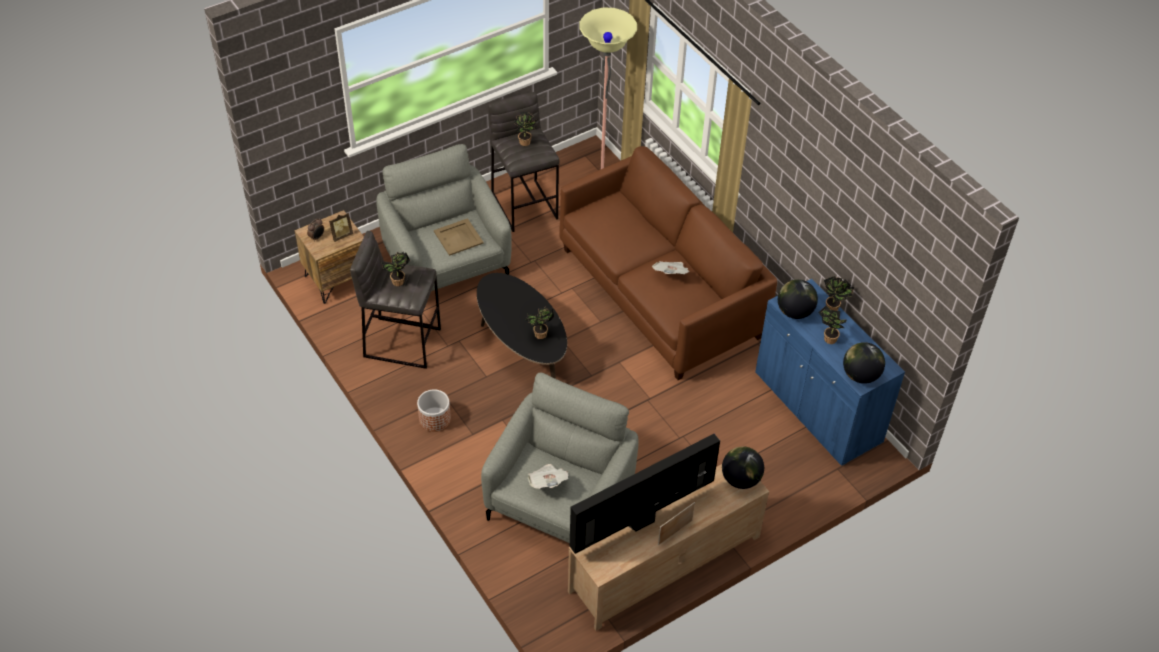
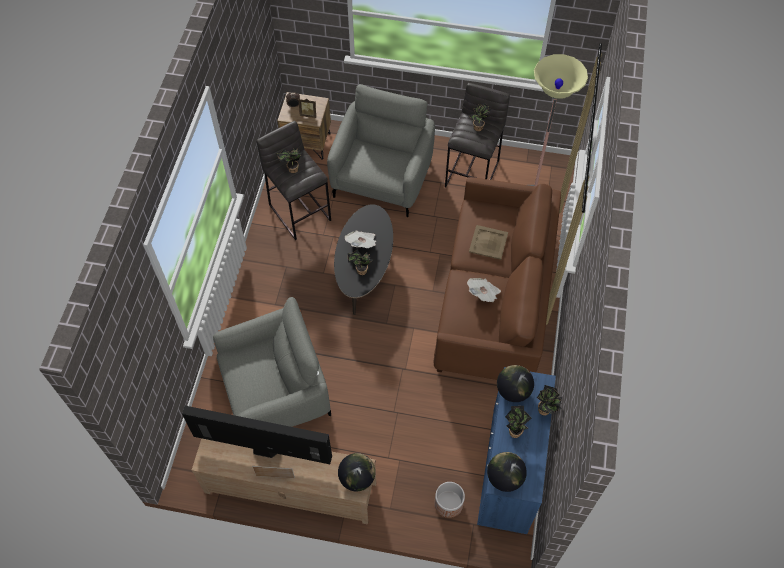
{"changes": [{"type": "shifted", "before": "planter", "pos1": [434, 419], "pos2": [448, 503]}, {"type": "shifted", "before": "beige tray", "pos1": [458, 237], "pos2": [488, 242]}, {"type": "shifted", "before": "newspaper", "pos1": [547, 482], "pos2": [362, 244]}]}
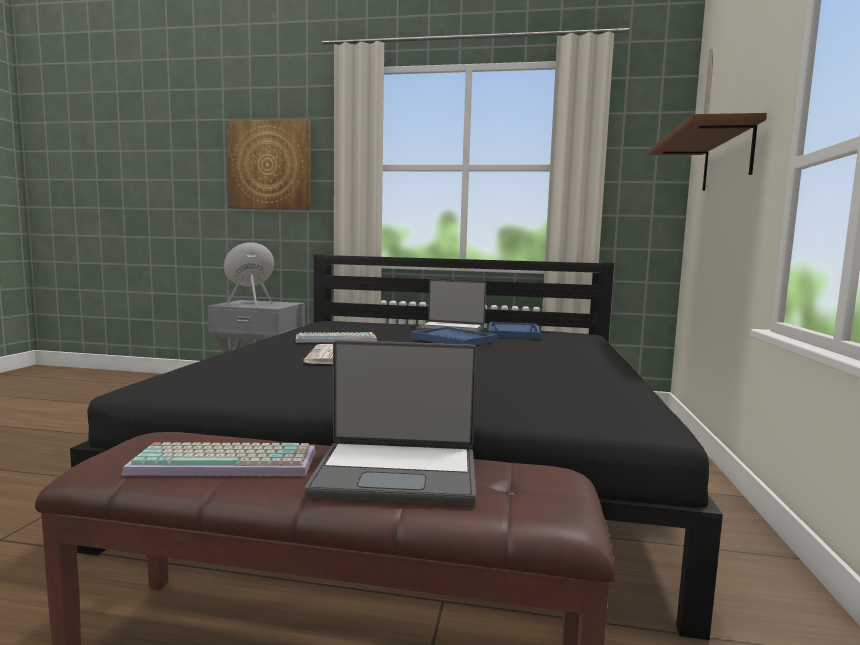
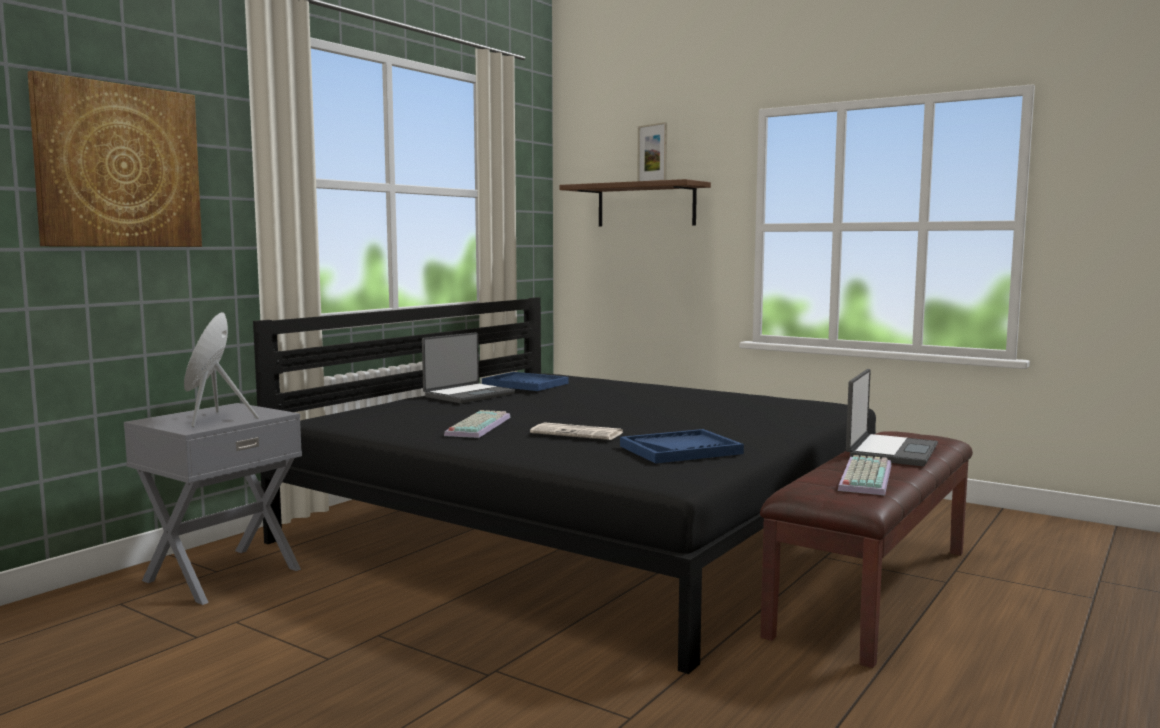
{"changes": [{"type": "shifted", "before": "blue tray", "pos1": [454, 339], "pos2": [680, 450]}]}
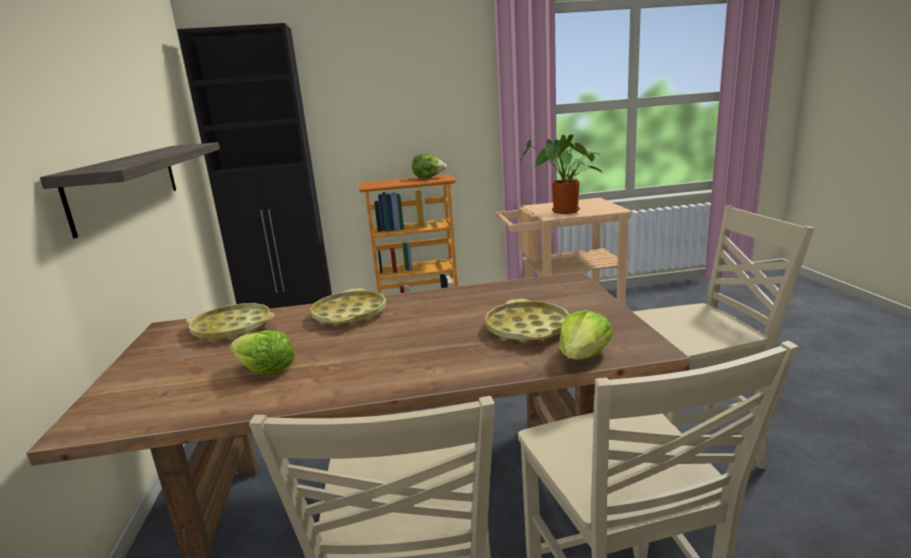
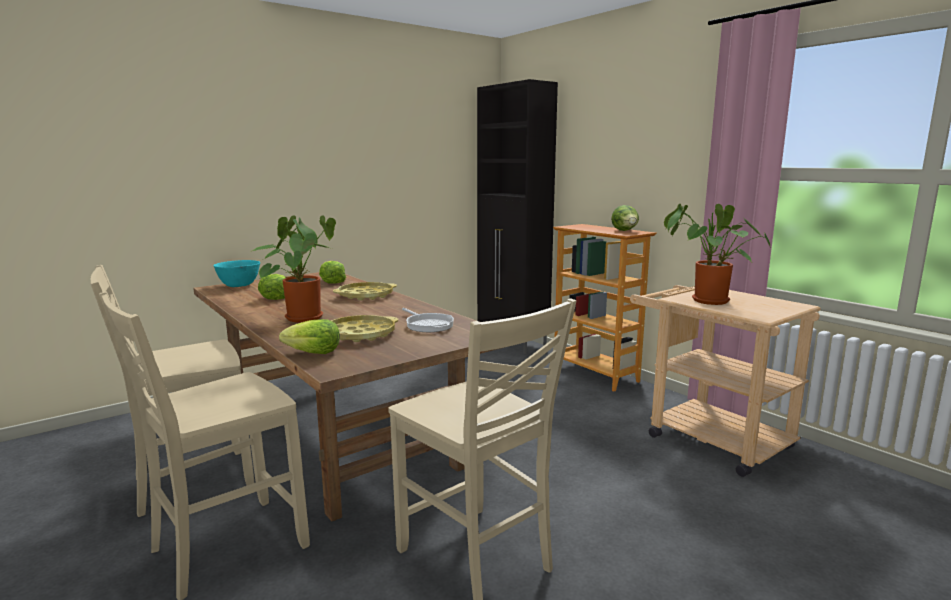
{"changes": [{"type": "gone", "before": "shelf", "pos1": [127, 184]}, {"type": "swapped", "before": "yellow tray", "after": "lettuce", "pos1": [232, 328], "pos2": [332, 282]}, {"type": "new", "after": "turquoise bowl", "pos2": [239, 286]}, {"type": "new", "after": "potted plant", "pos2": [303, 317]}, {"type": "new", "after": "frying pan", "pos2": [428, 325]}]}
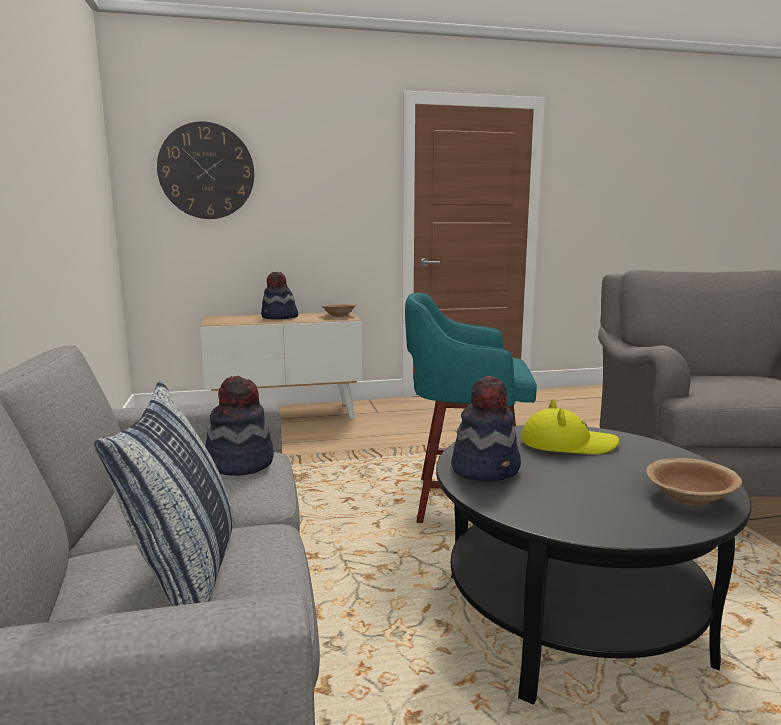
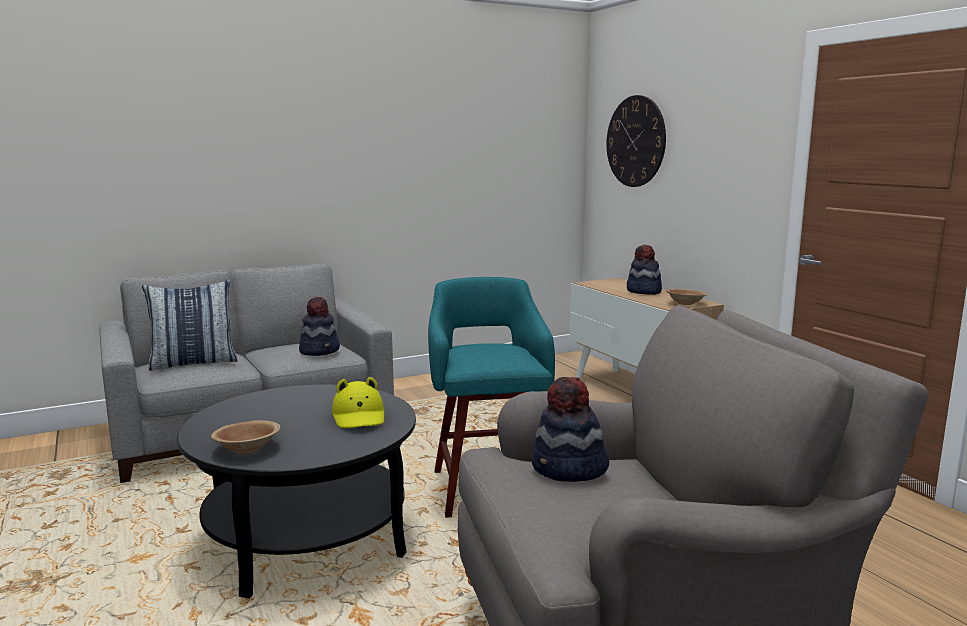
{"changes": [{"type": "shifted", "before": "hat", "pos1": [486, 468], "pos2": [569, 469]}]}
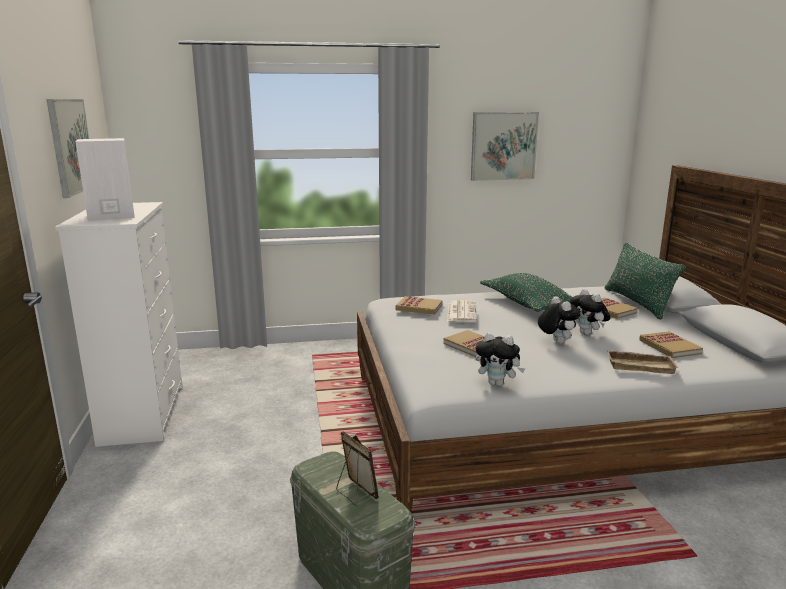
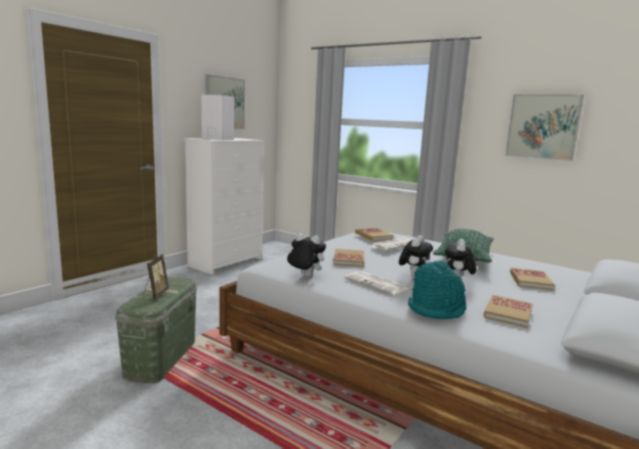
{"changes": [{"type": "rotated", "before": "plush toy", "pos1": [497, 384], "pos2": [304, 276], "turn": 135}, {"type": "gone", "before": "green pillow", "pos1": [637, 303]}, {"type": "swapped", "before": "beige tray", "after": "turquoise hat", "pos1": [640, 365], "pos2": [437, 309]}, {"type": "new", "after": "newspaper", "pos2": [377, 284]}]}
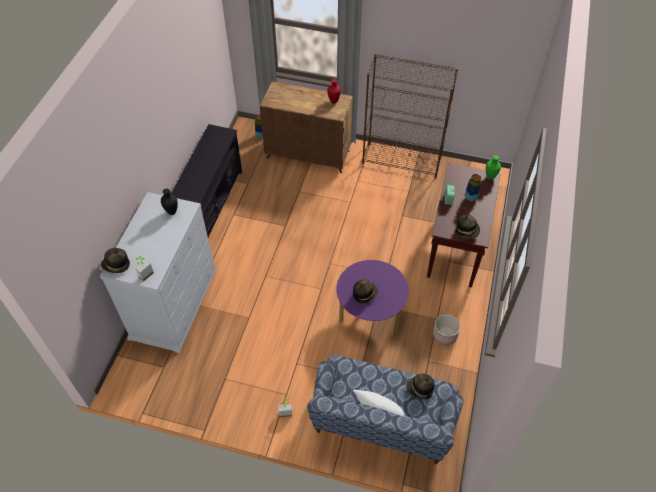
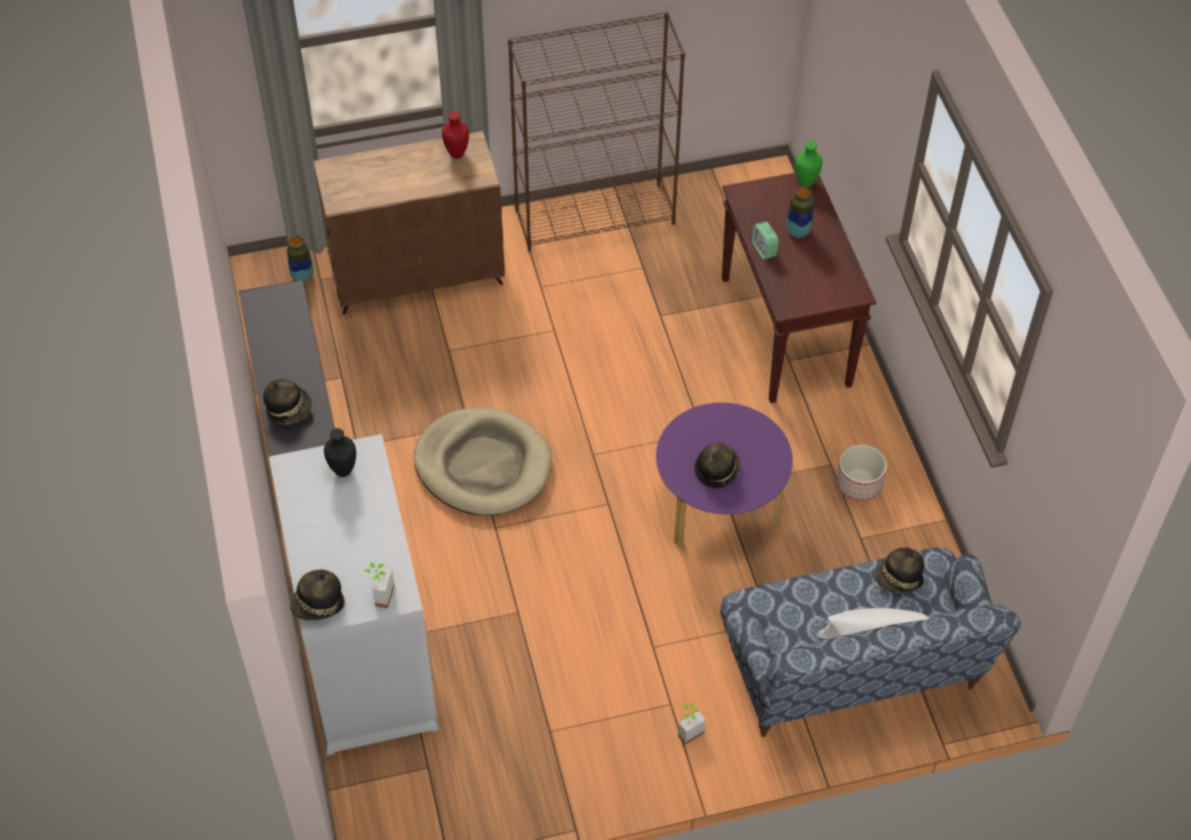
{"changes": [{"type": "shifted", "before": "hat", "pos1": [467, 231], "pos2": [289, 409]}, {"type": "new", "after": "beige dog bed", "pos2": [483, 465]}]}
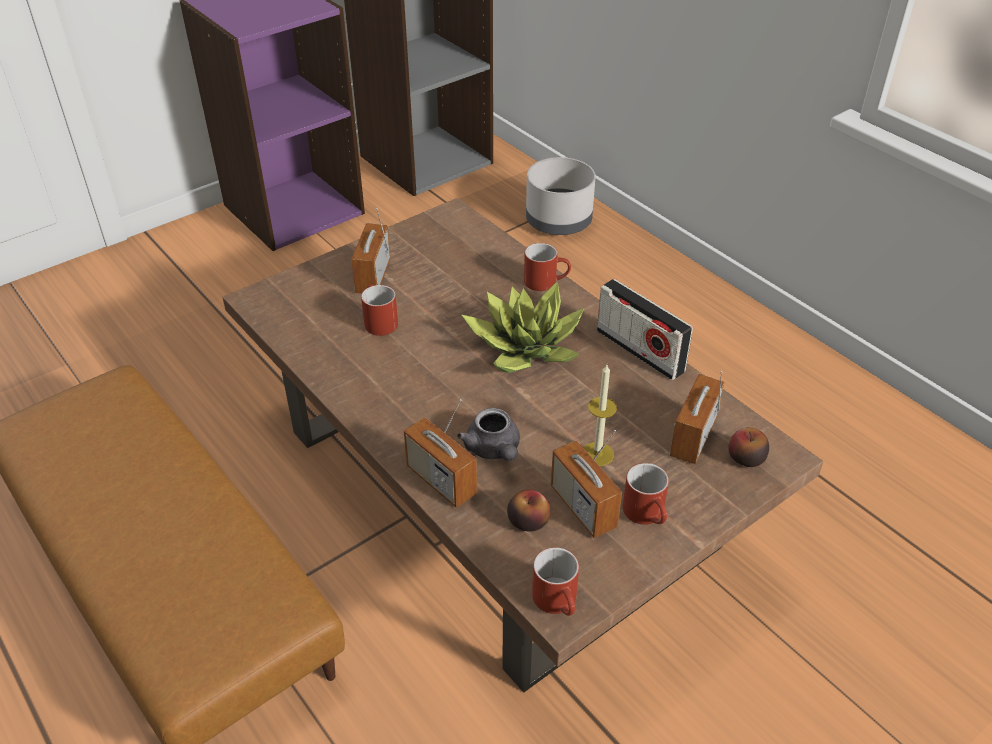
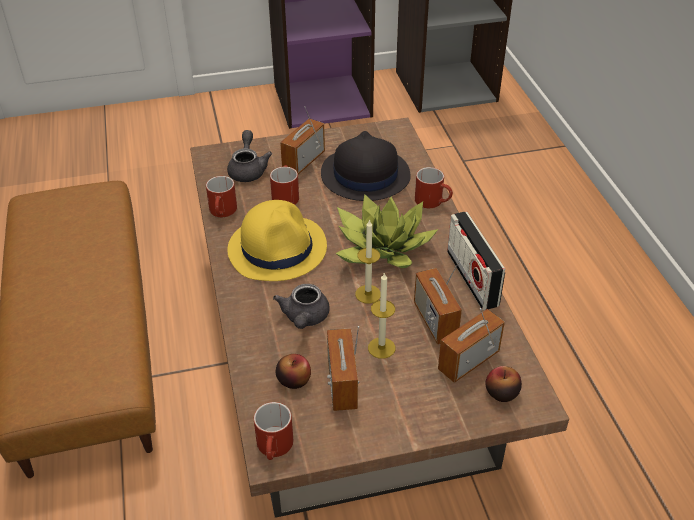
{"changes": [{"type": "shifted", "before": "radio", "pos1": [441, 481], "pos2": [435, 321]}, {"type": "gone", "before": "grey planter", "pos1": [558, 221]}, {"type": "shifted", "before": "red mug", "pos1": [648, 514], "pos2": [223, 212]}, {"type": "new", "after": "grey teapot", "pos2": [248, 169]}, {"type": "new", "after": "yellow hat", "pos2": [278, 248]}, {"type": "new", "after": "black hat", "pos2": [364, 175]}, {"type": "new", "after": "candle", "pos2": [368, 294]}]}
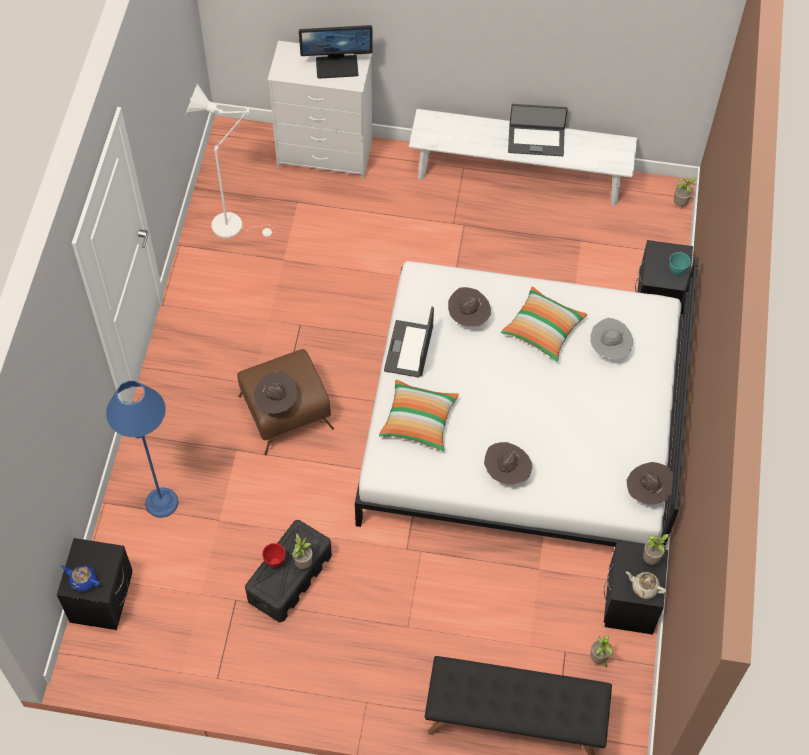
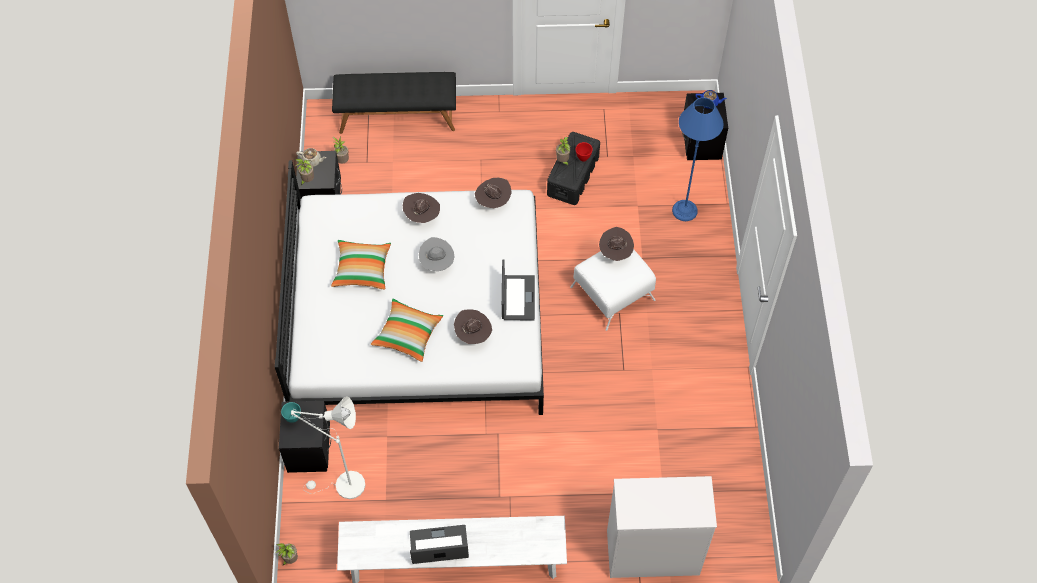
{"changes": [{"type": "shifted", "before": "white floor lamp", "pos1": [233, 225], "pos2": [344, 486]}, {"type": "repainted", "before": "brown ottoman", "after": "white ottoman", "pos1": [285, 412], "pos2": [613, 293]}, {"type": "gone", "before": "monitor", "pos1": [337, 66]}, {"type": "shifted", "before": "pillow", "pos1": [419, 421], "pos2": [362, 269]}, {"type": "shifted", "before": "grey hat", "pos1": [609, 349], "pos2": [437, 263]}, {"type": "shifted", "before": "brown hat", "pos1": [647, 491], "pos2": [493, 201]}]}
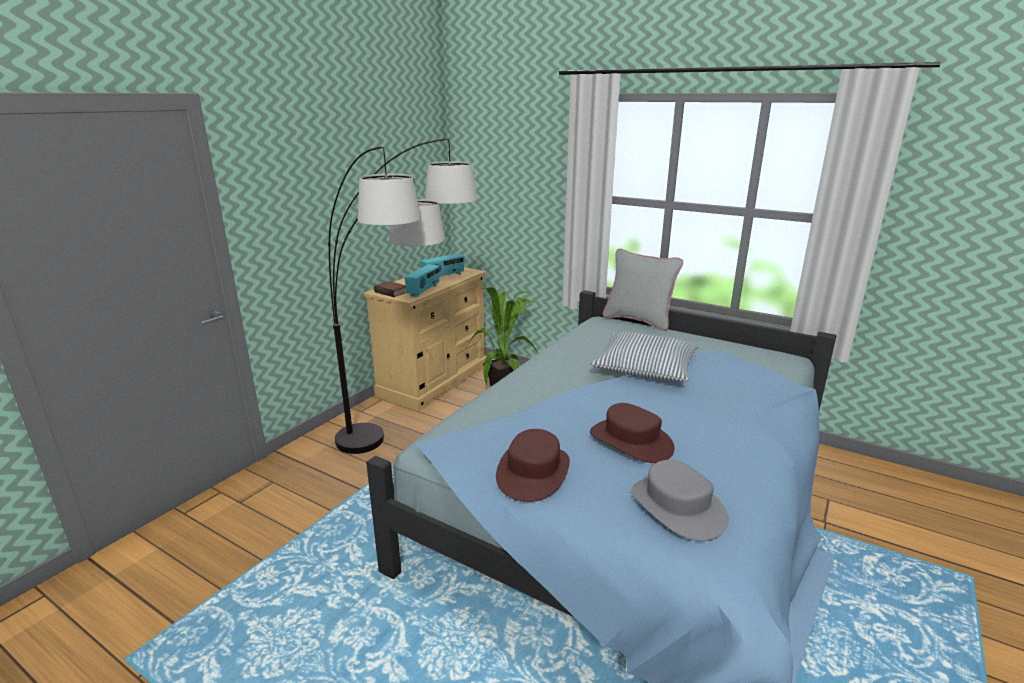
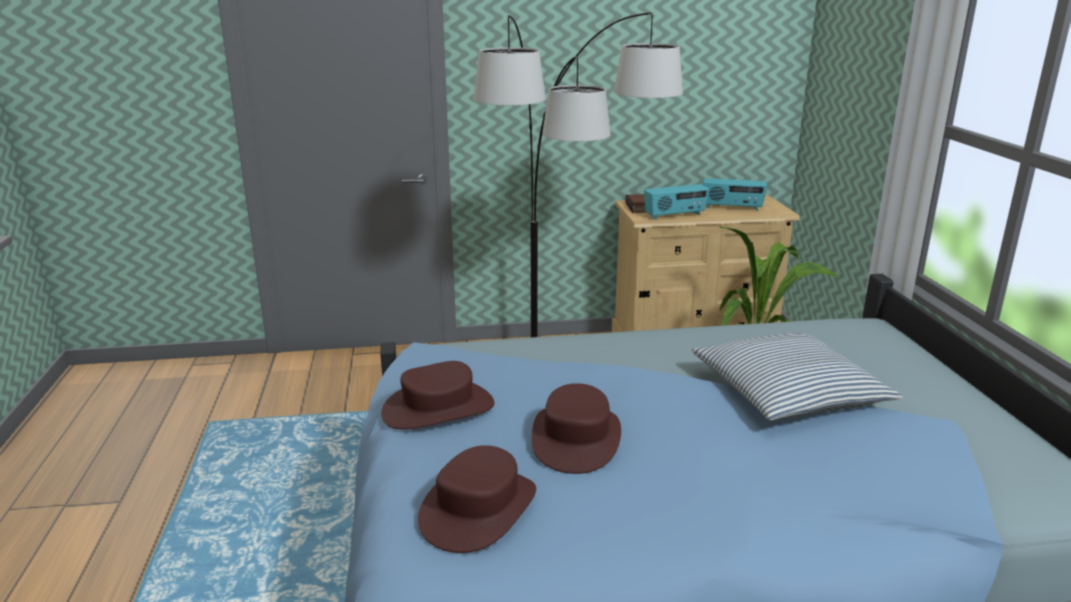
{"changes": [{"type": "gone", "before": "grey pillow", "pos1": [638, 320]}, {"type": "repainted", "before": "grey hat", "after": "brown hat", "pos1": [676, 507], "pos2": [478, 509]}]}
